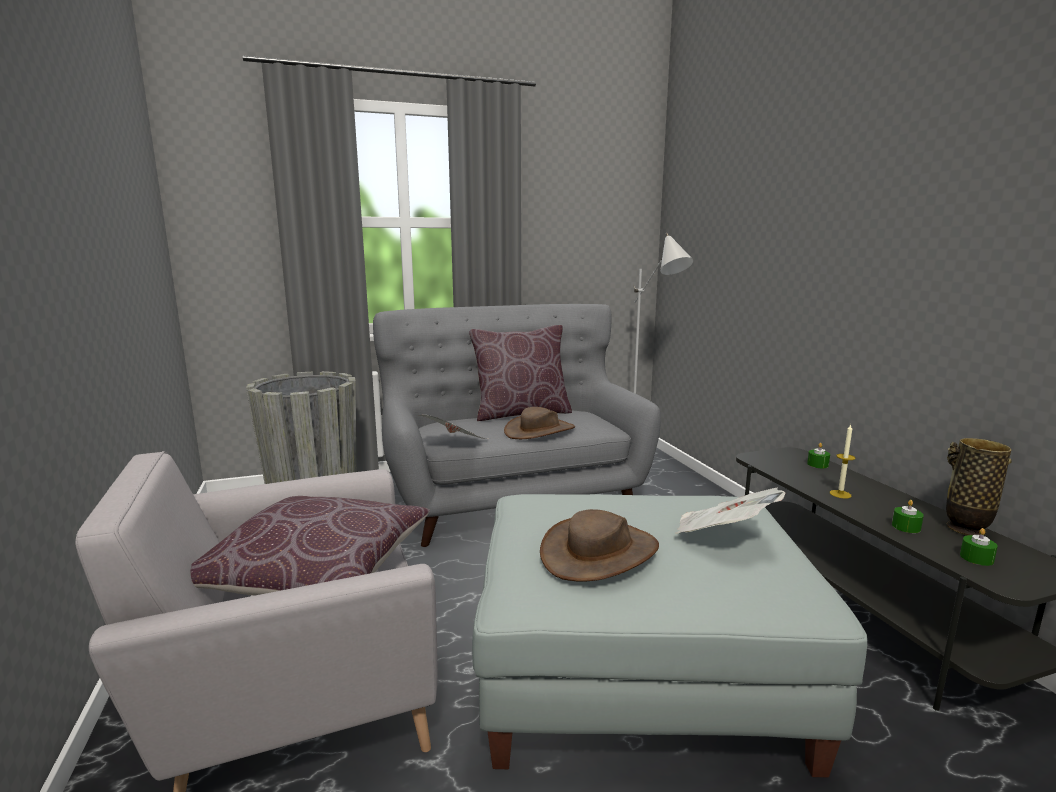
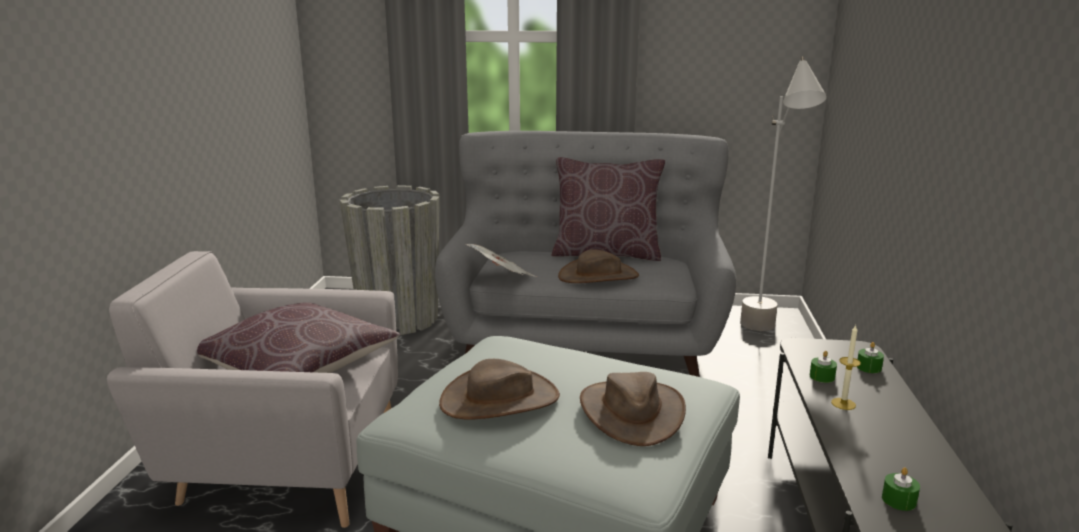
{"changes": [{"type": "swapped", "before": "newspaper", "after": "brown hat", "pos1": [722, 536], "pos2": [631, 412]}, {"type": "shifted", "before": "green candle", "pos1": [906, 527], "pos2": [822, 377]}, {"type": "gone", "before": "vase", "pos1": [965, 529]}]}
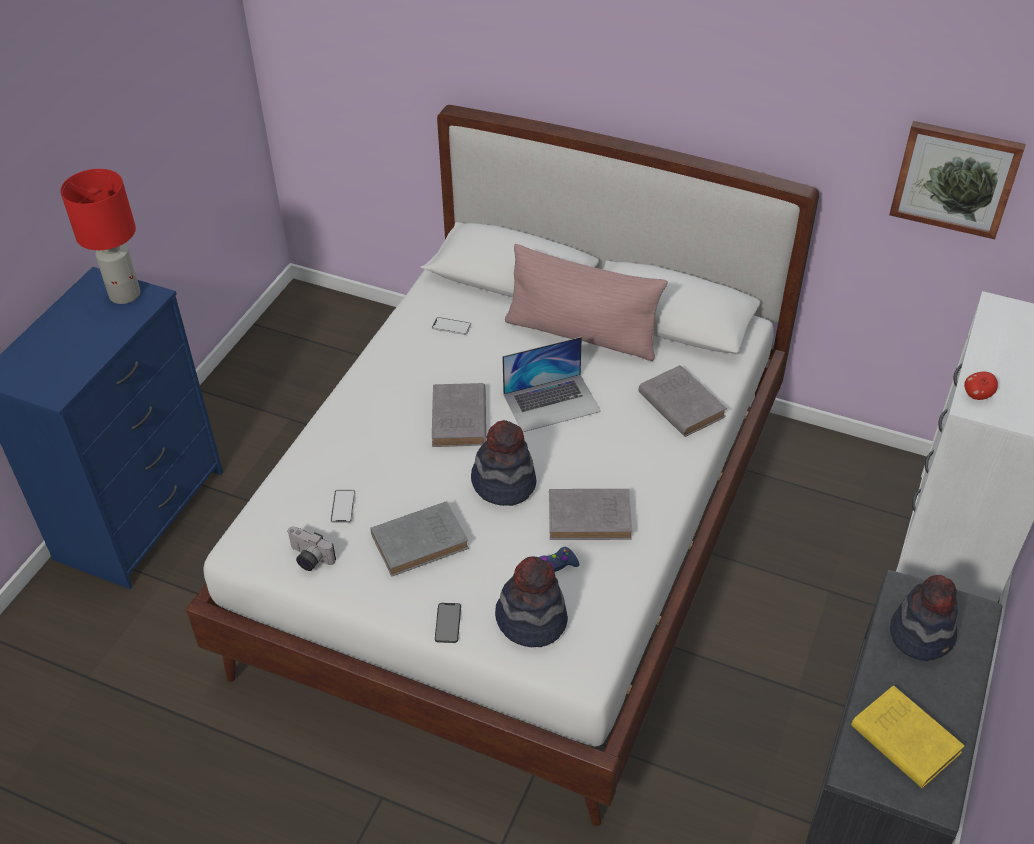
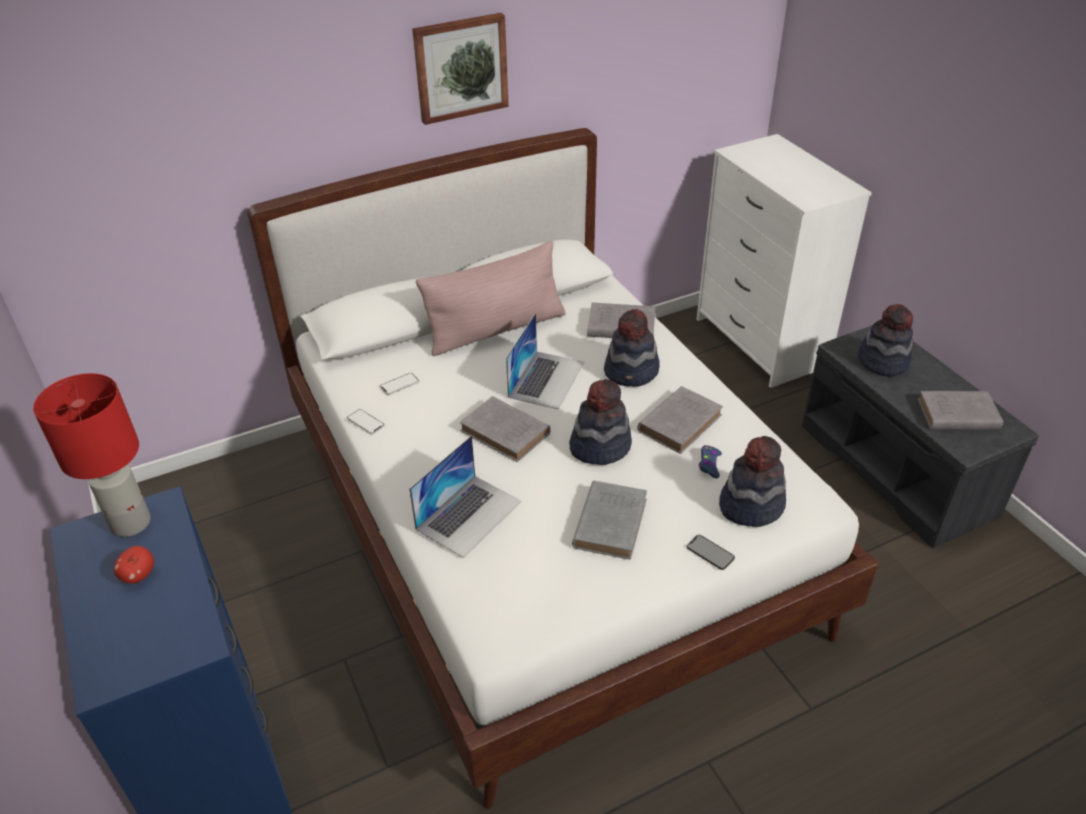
{"changes": [{"type": "gone", "before": "photo camera", "pos1": [308, 559]}, {"type": "shifted", "before": "phone", "pos1": [343, 507], "pos2": [365, 422]}, {"type": "repainted", "before": "yellow book", "after": "grey book", "pos1": [903, 738], "pos2": [955, 414]}, {"type": "shifted", "before": "picture", "pos1": [955, 178], "pos2": [460, 67]}, {"type": "shifted", "before": "apple", "pos1": [977, 395], "pos2": [138, 575]}, {"type": "new", "after": "laptop", "pos2": [469, 515]}, {"type": "new", "after": "hat", "pos2": [632, 372]}]}
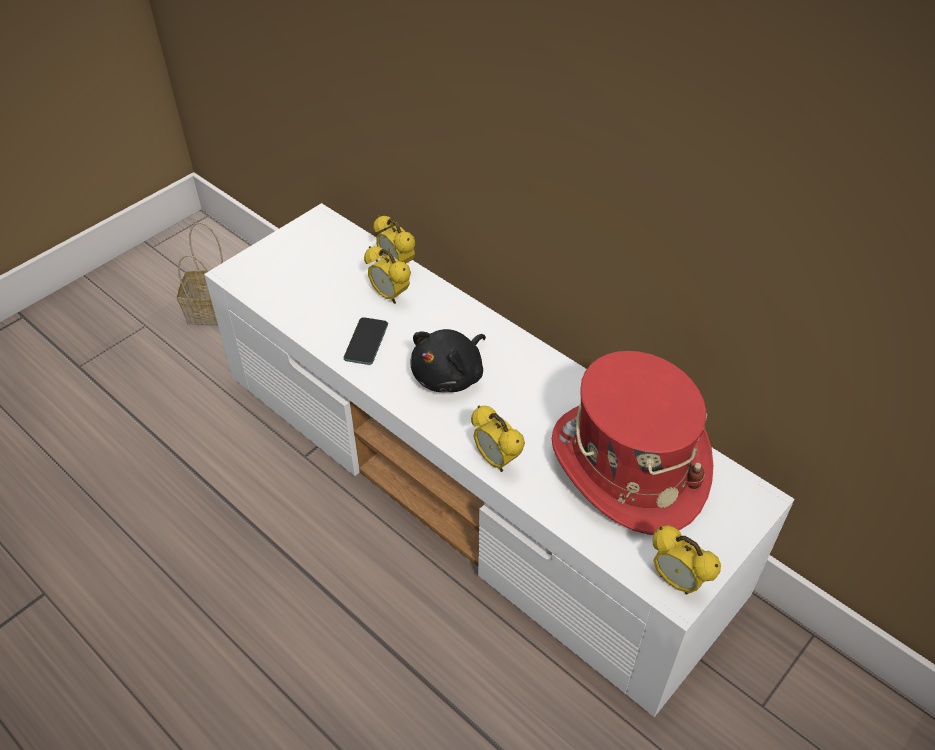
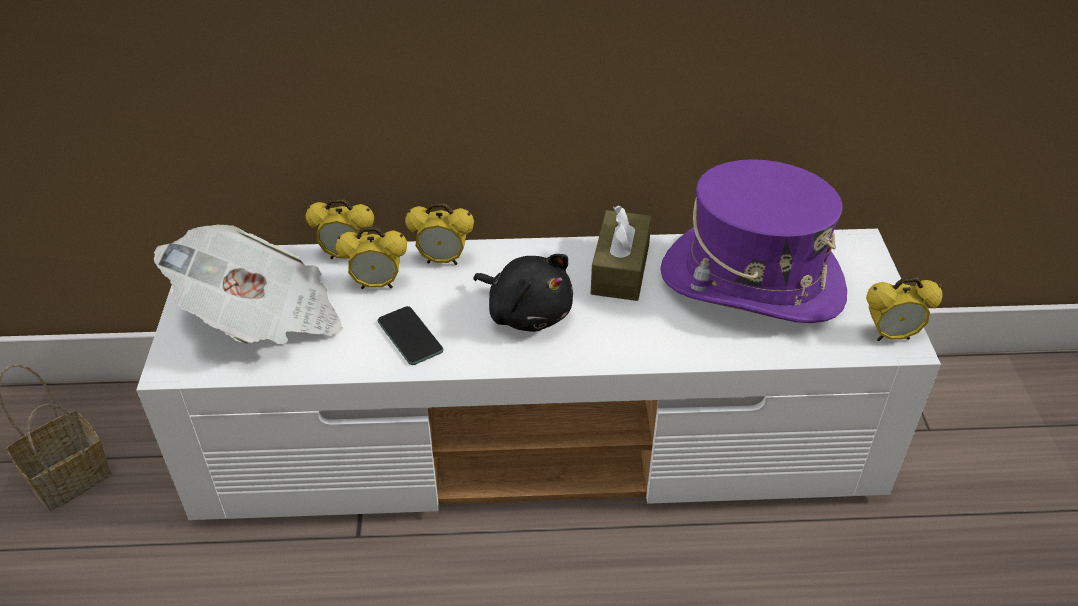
{"changes": [{"type": "rotated", "before": "black plush toy", "pos1": [450, 375], "pos2": [527, 312], "turn": -45}, {"type": "shifted", "before": "alarm clock", "pos1": [496, 460], "pos2": [443, 260]}, {"type": "repainted", "before": "red hat", "after": "purple hat", "pos1": [627, 465], "pos2": [751, 282]}, {"type": "new", "after": "newspaper", "pos2": [263, 319]}, {"type": "new", "after": "brown tissue box", "pos2": [620, 269]}]}
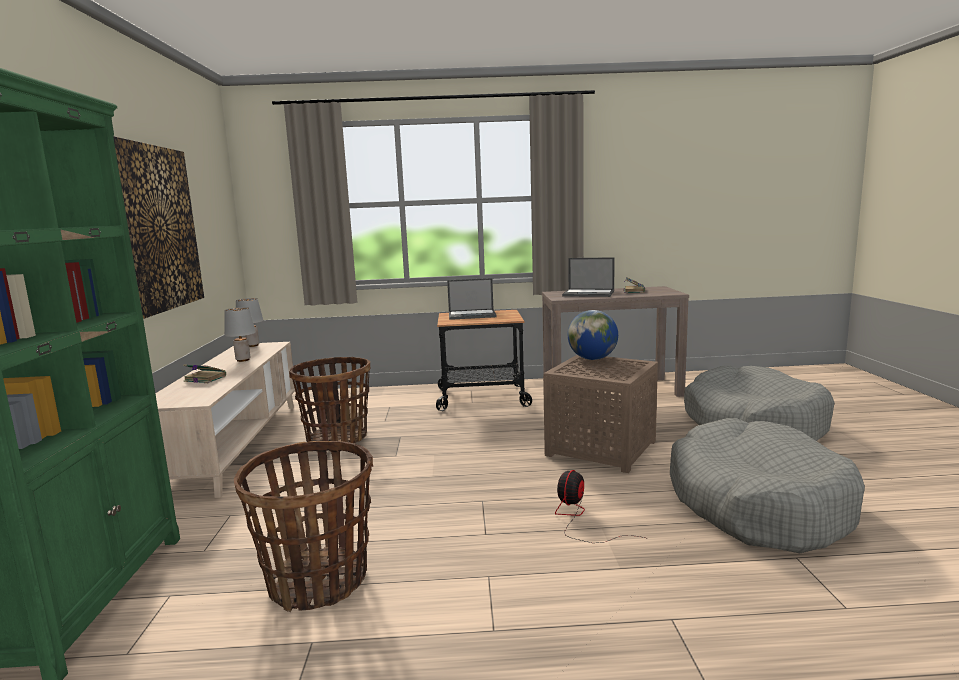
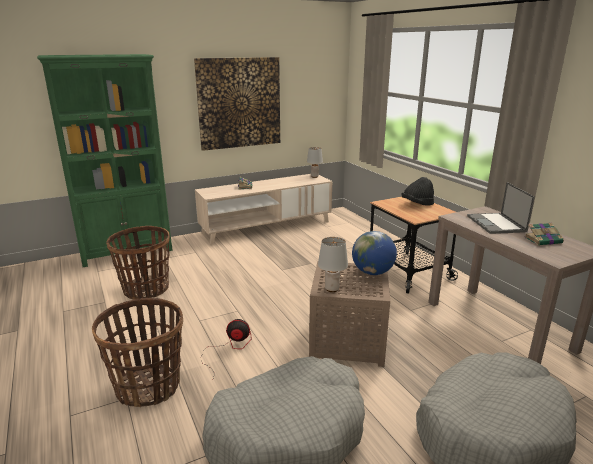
{"changes": [{"type": "shifted", "before": "grey table lamp", "pos1": [243, 360], "pos2": [332, 289]}, {"type": "shifted", "before": "basket", "pos1": [337, 439], "pos2": [148, 387]}, {"type": "swapped", "before": "laptop", "after": "black hat", "pos1": [472, 315], "pos2": [417, 204]}]}
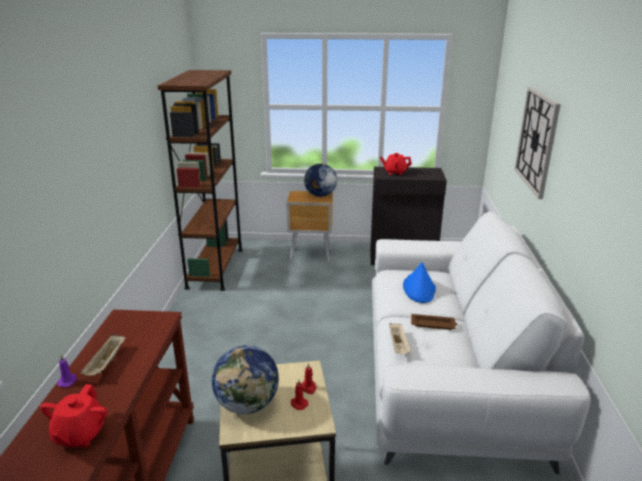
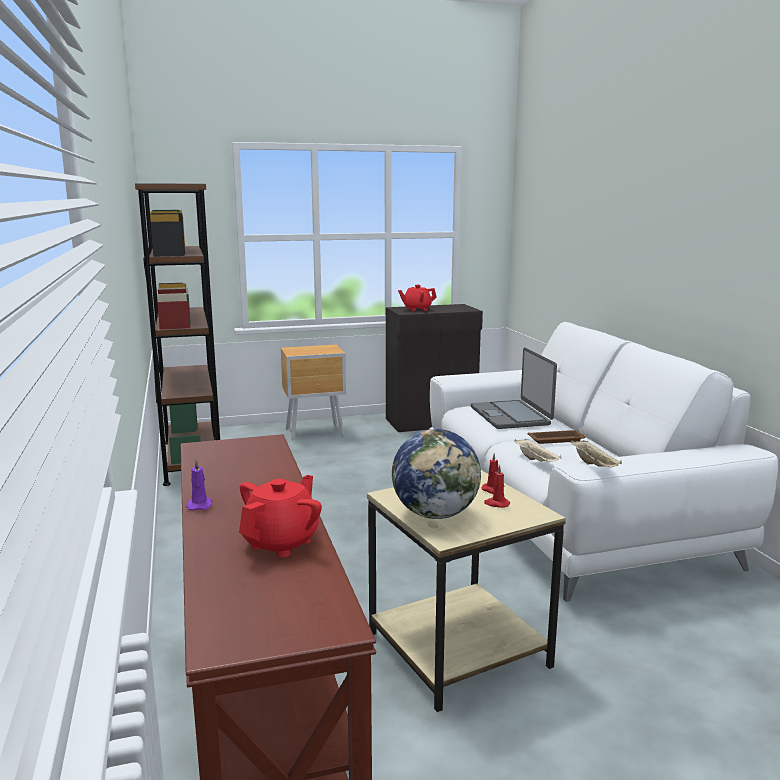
{"changes": [{"type": "rotated", "before": "red teapot", "pos1": [79, 435], "pos2": [281, 542], "turn": -135}, {"type": "shifted", "before": "beige tray", "pos1": [106, 364], "pos2": [594, 465]}, {"type": "gone", "before": "globe", "pos1": [320, 195]}, {"type": "swapped", "before": "blue hat", "after": "laptop", "pos1": [419, 289], "pos2": [511, 416]}, {"type": "gone", "before": "wall clock", "pos1": [536, 140]}]}
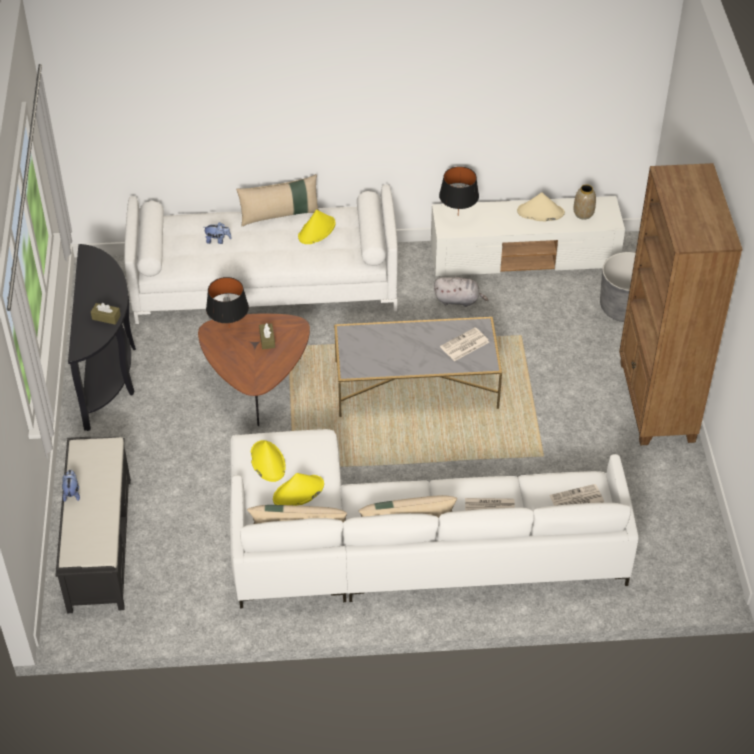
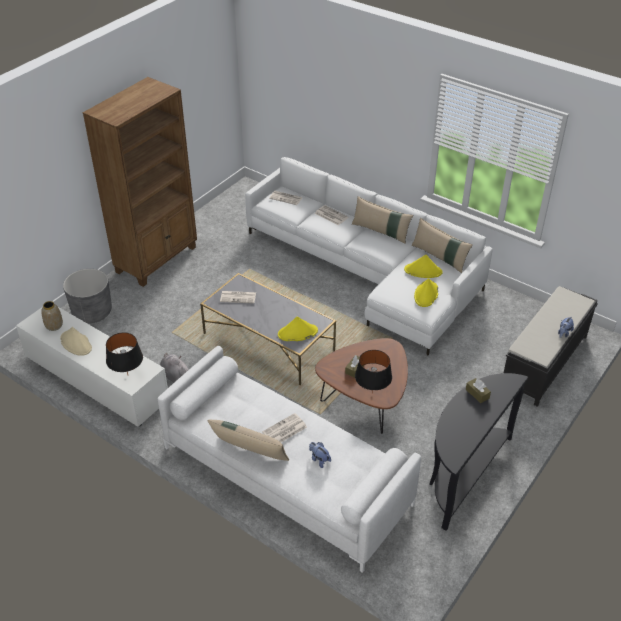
{"changes": [{"type": "shifted", "before": "yellow hat", "pos1": [317, 230], "pos2": [297, 333]}, {"type": "new", "after": "newspaper", "pos2": [284, 430]}]}
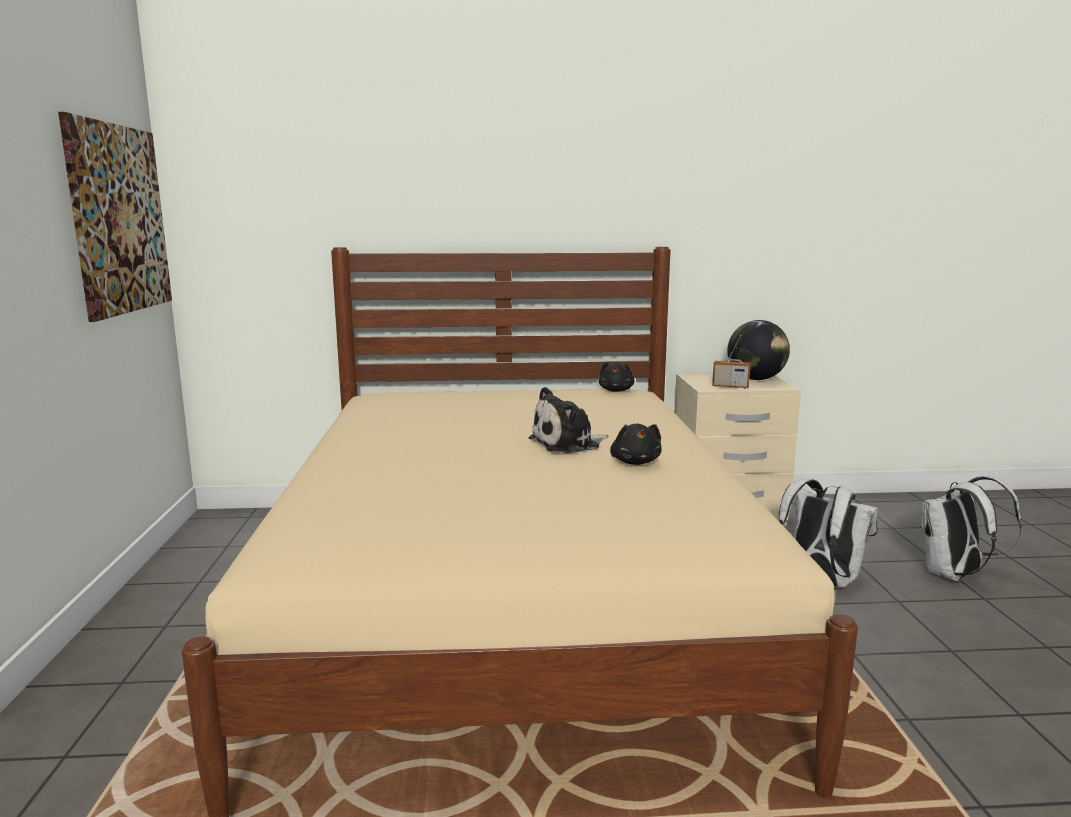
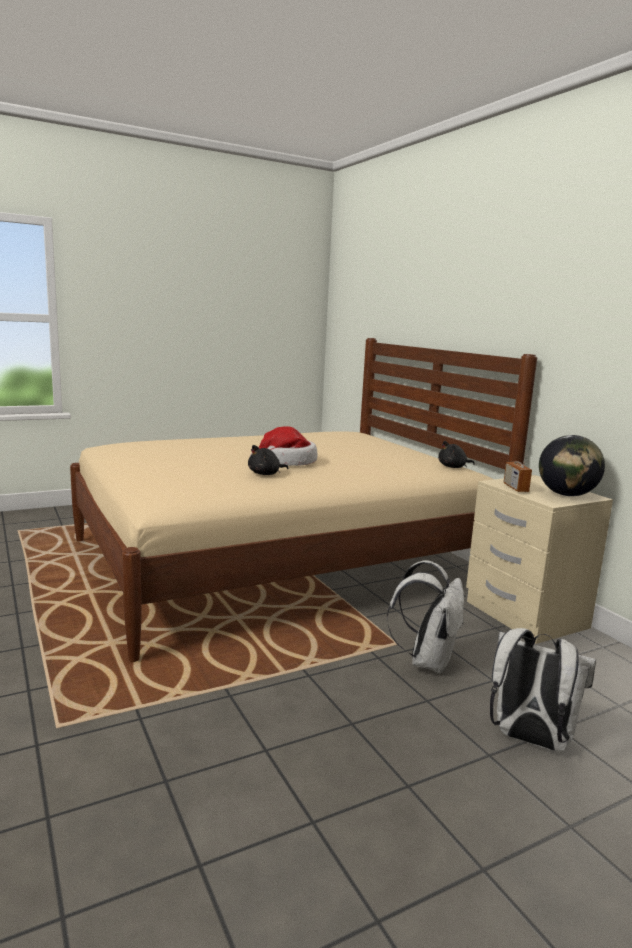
{"changes": [{"type": "gone", "before": "picture", "pos1": [119, 219]}, {"type": "swapped", "before": "plush toy", "after": "hat", "pos1": [568, 444], "pos2": [287, 462]}]}
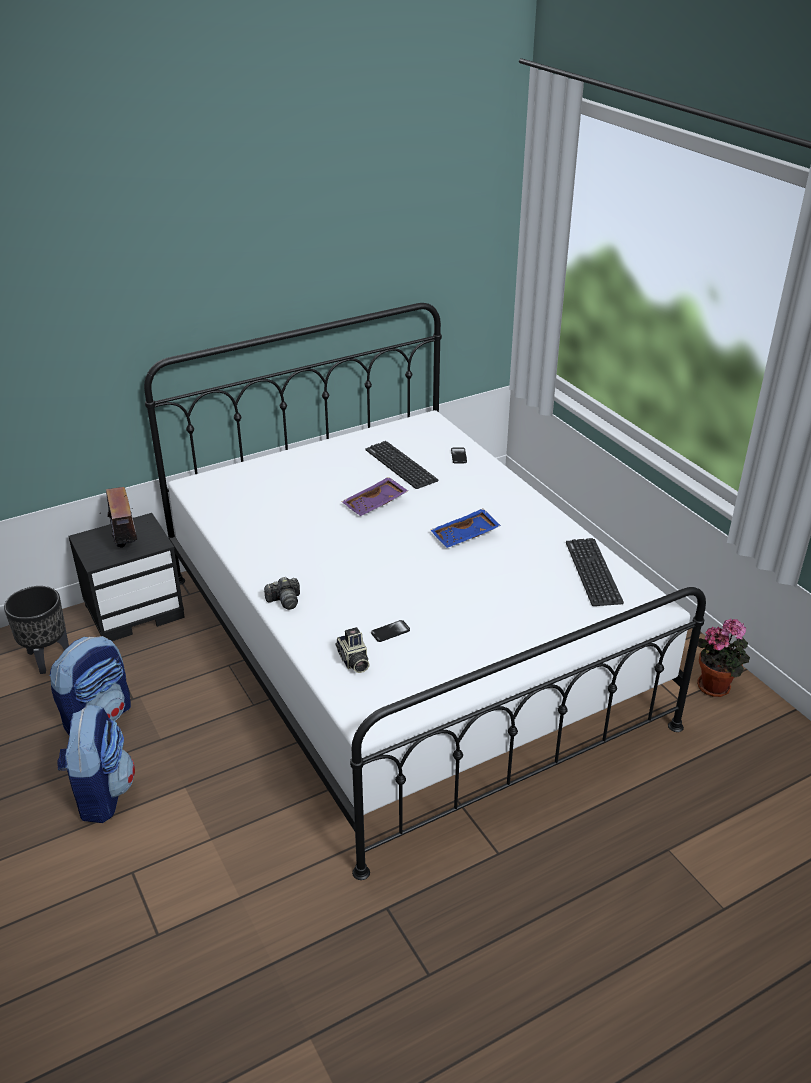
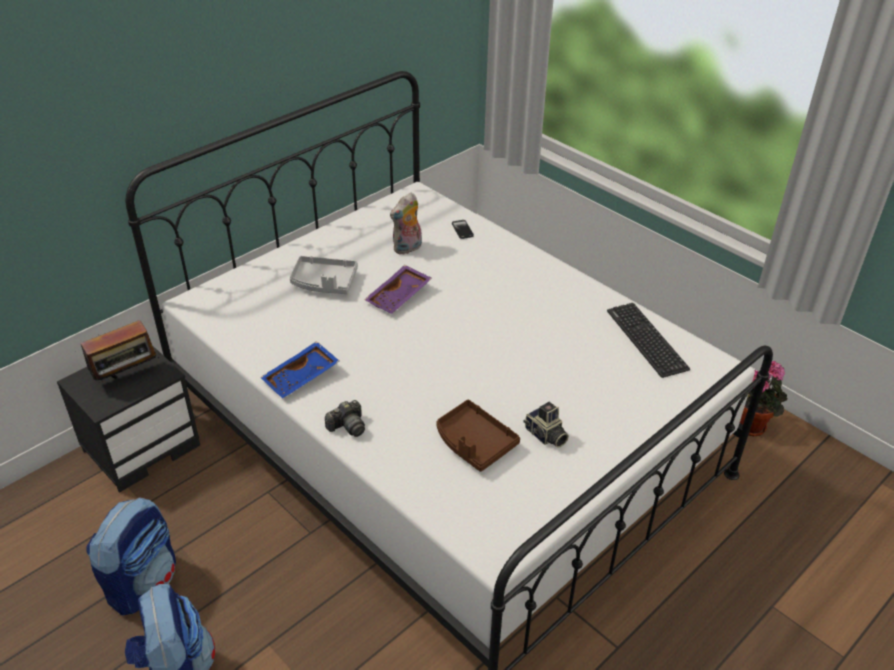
{"changes": [{"type": "gone", "before": "black planter", "pos1": [47, 658]}, {"type": "rotated", "before": "radio", "pos1": [126, 540], "pos2": [127, 376], "turn": 90}, {"type": "shifted", "before": "photo camera", "pos1": [353, 661], "pos2": [545, 436]}, {"type": "swapped", "before": "keyboard", "after": "plush toy", "pos1": [401, 465], "pos2": [408, 248]}, {"type": "swapped", "before": "phone", "after": "brown tray", "pos1": [390, 632], "pos2": [474, 443]}, {"type": "shifted", "before": "blue tray", "pos1": [465, 536], "pos2": [301, 377]}, {"type": "new", "after": "grey tray", "pos2": [324, 283]}]}
